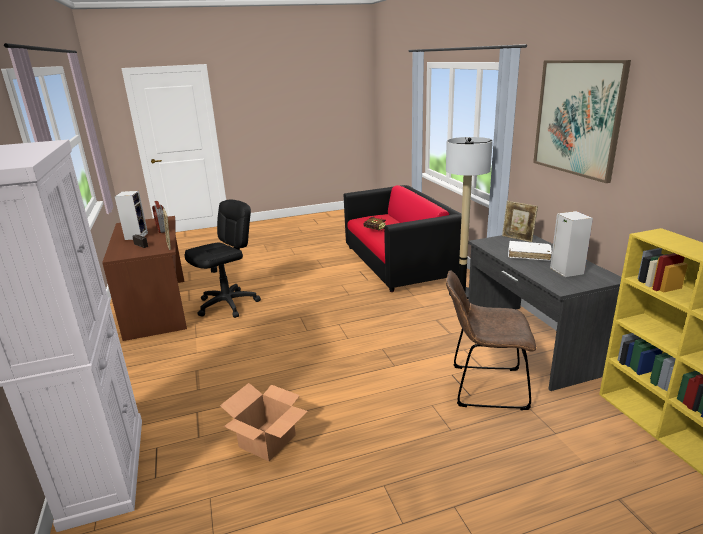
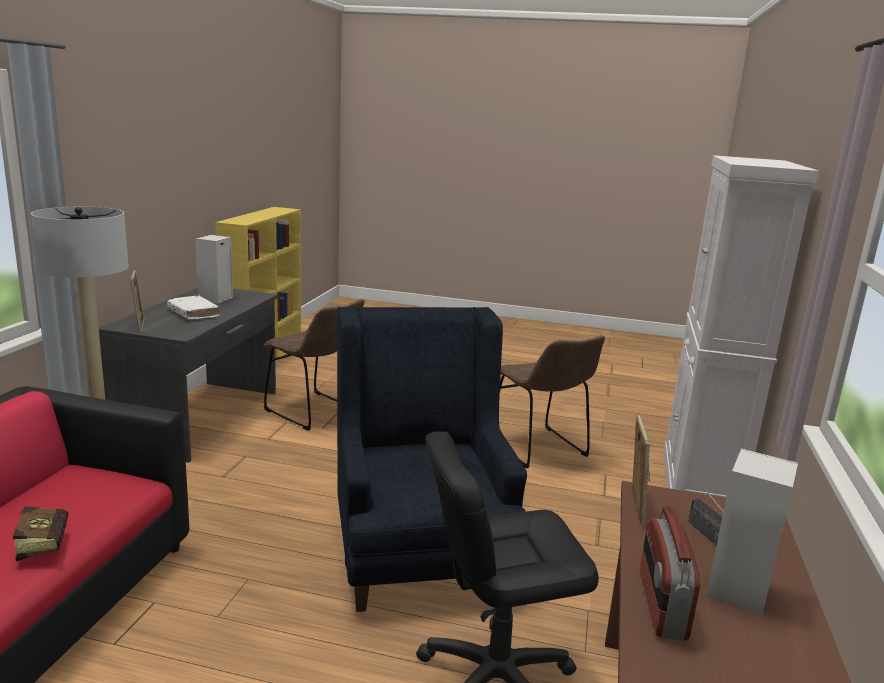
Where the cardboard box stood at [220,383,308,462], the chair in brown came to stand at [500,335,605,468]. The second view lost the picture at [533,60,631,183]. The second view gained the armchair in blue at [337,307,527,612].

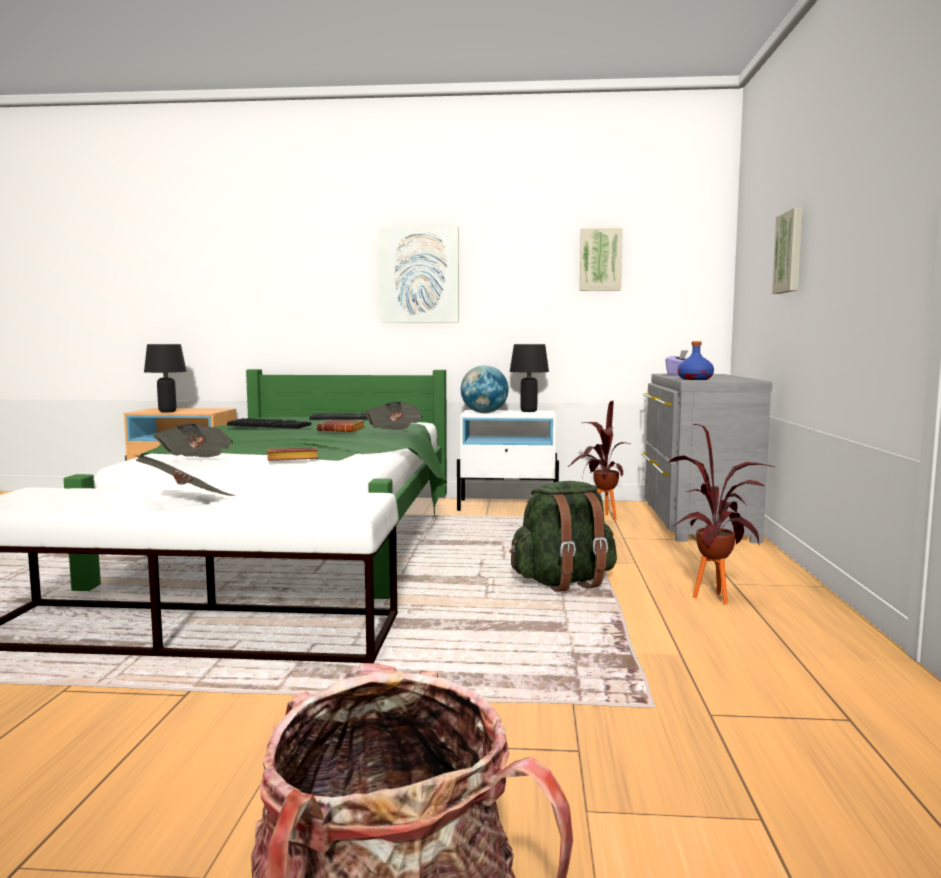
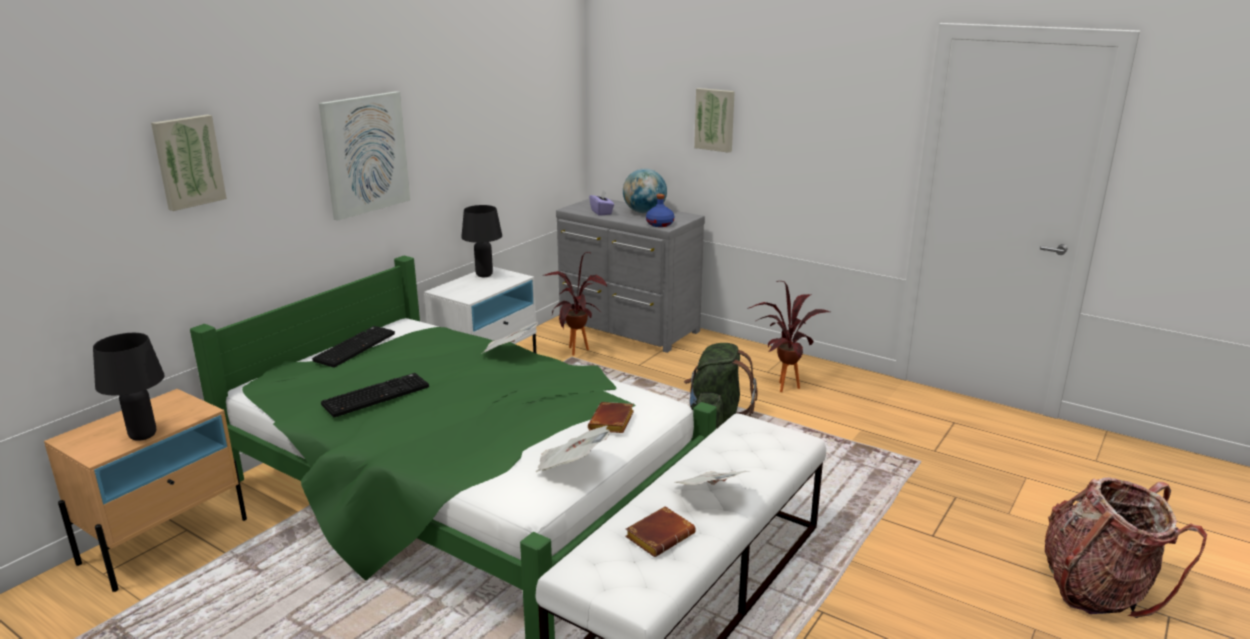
The book in brown ended up elsewhere, having gone from [317,420,365,432] to [625,506,696,557]. The globe ended up elsewhere, having gone from [461,365,509,413] to [623,169,667,213]. The picture ended up elsewhere, having gone from [580,228,623,291] to [151,115,227,211].

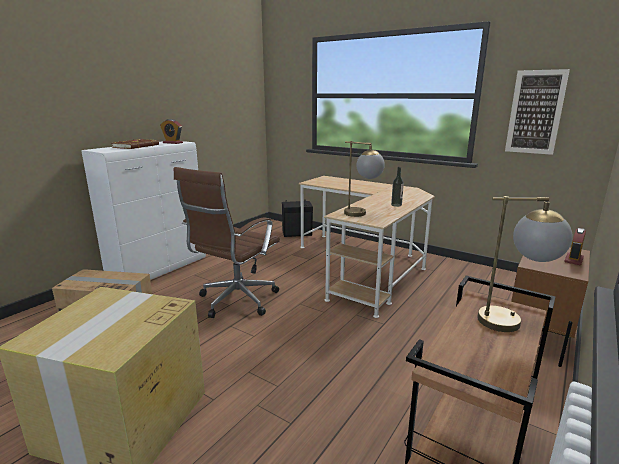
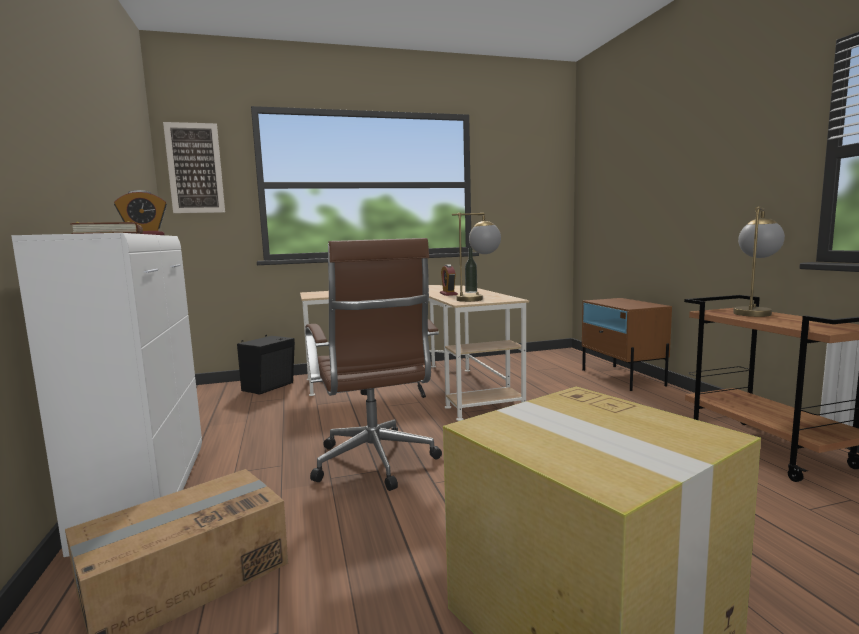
The picture ended up elsewhere, having gone from [505,69,570,155] to [163,122,225,213]. The alarm clock ended up elsewhere, having gone from [564,228,586,265] to [440,264,458,296].

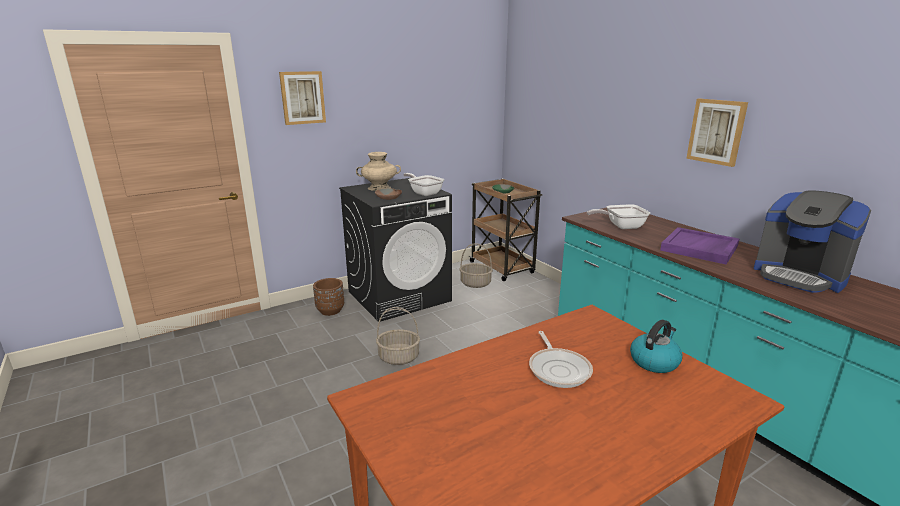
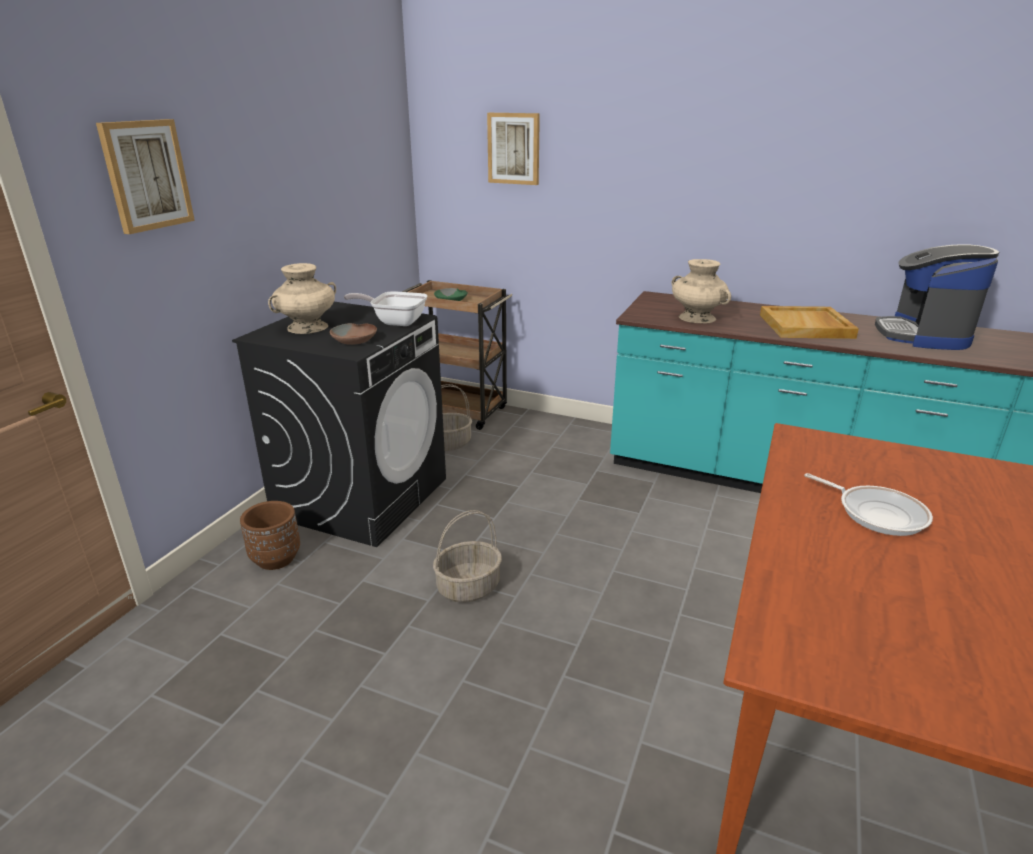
Where the frying pan stood at [587,204,650,229], the vase in beige came to stand at [671,259,731,323]. The second view lost the kettle at [630,320,682,373]. What was the tray in purple at [660,227,739,264] turned into the tray in beige at [760,306,859,339]. The picture ended up elsewhere, having gone from [686,99,748,167] to [487,113,540,185]. The coffee machine at [754,191,871,293] ended up facing another way, 90 degrees clockwise from before.

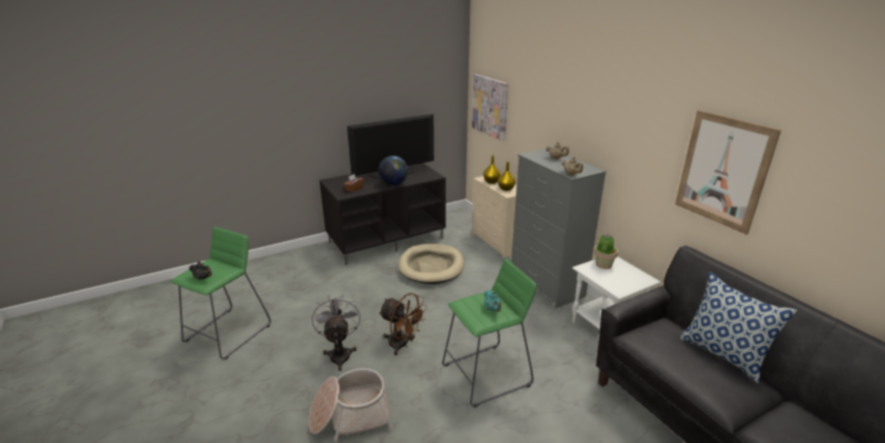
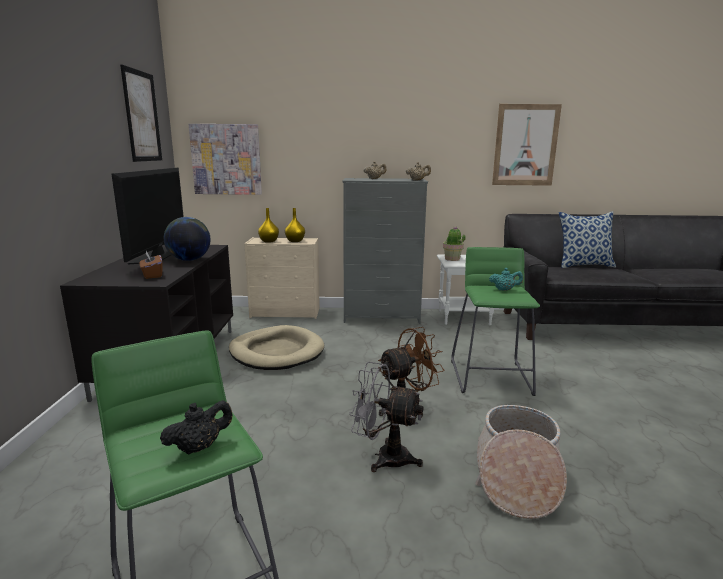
The second view gained the picture at [120,64,162,162].

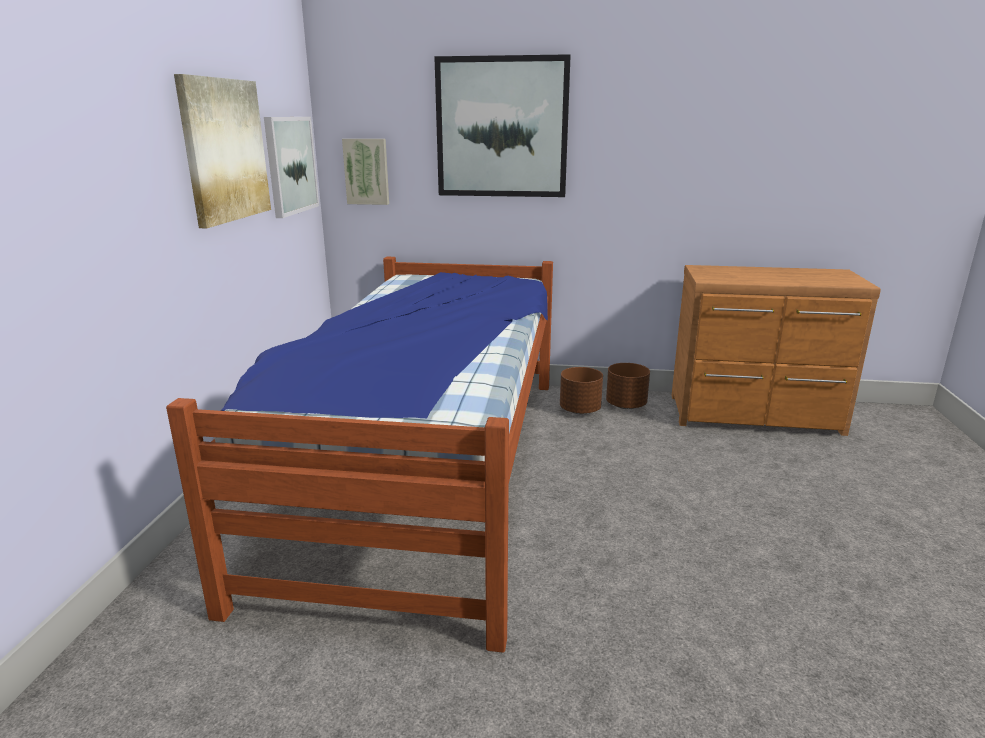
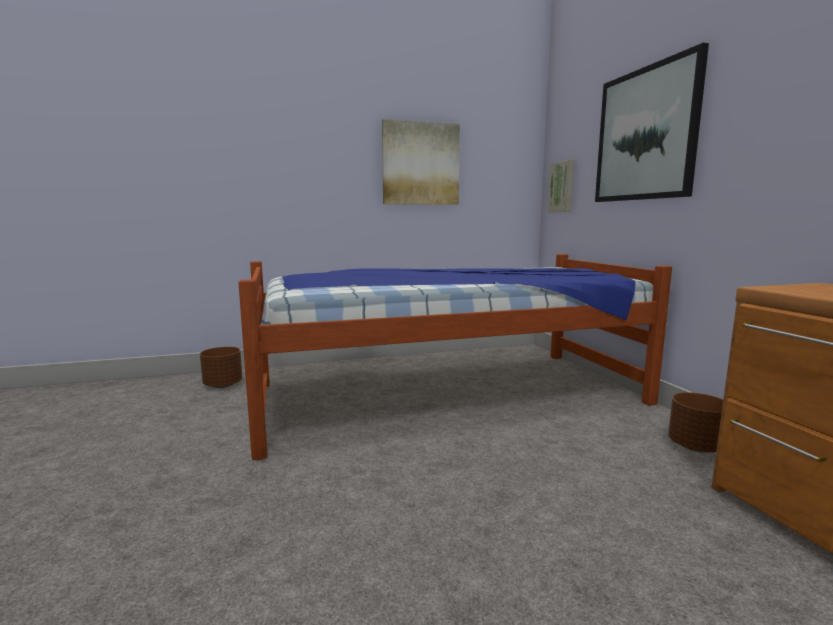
The second view lost the picture at [264,117,319,218]. The planter in brown ended up elsewhere, having gone from [560,367,603,414] to [200,347,242,388].

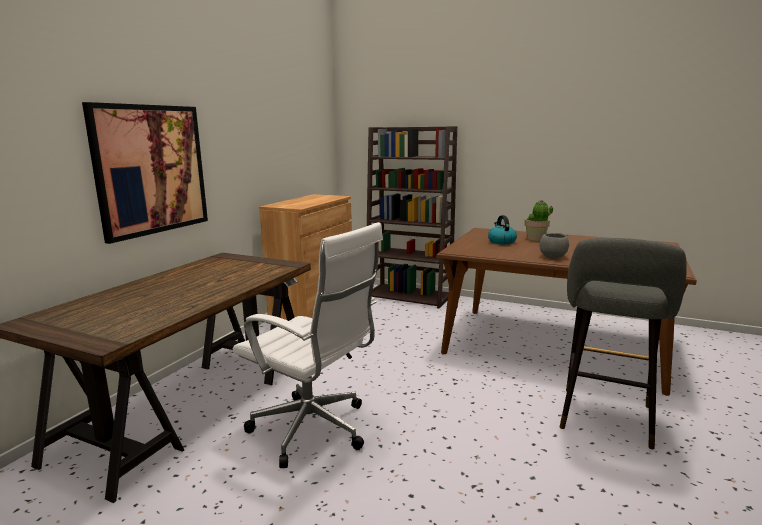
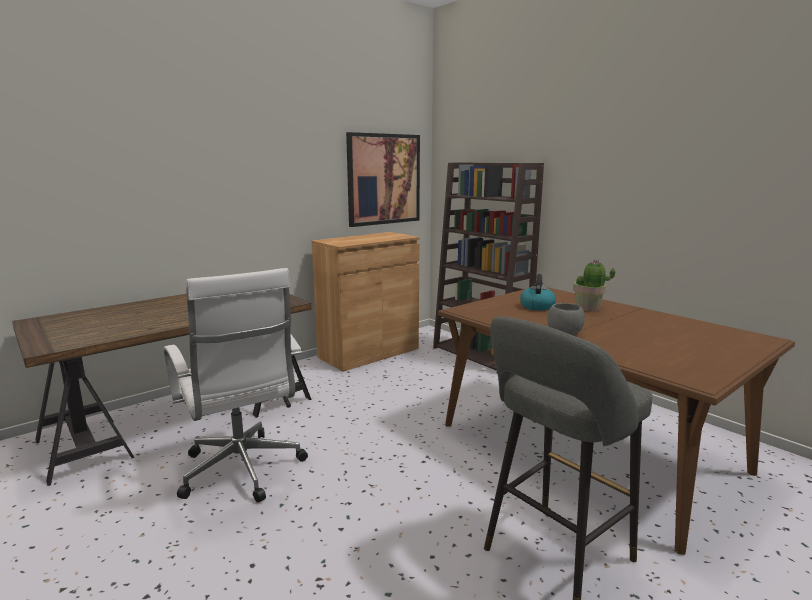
The picture ended up elsewhere, having gone from [82,102,208,244] to [346,132,420,227].

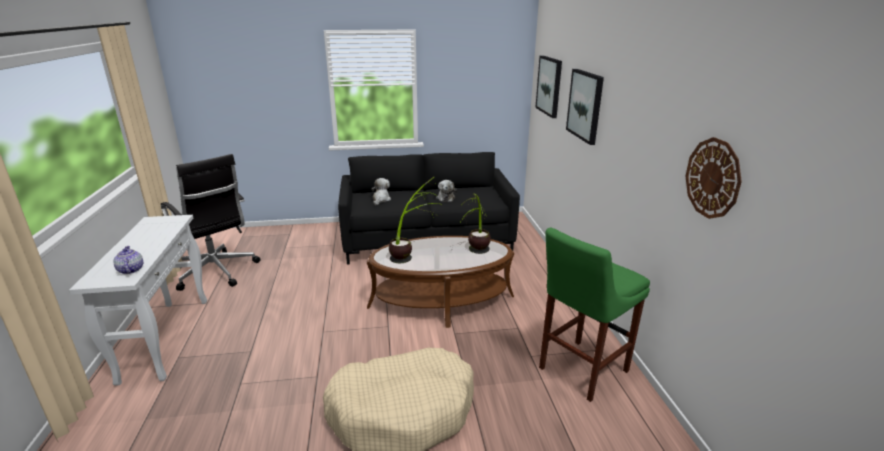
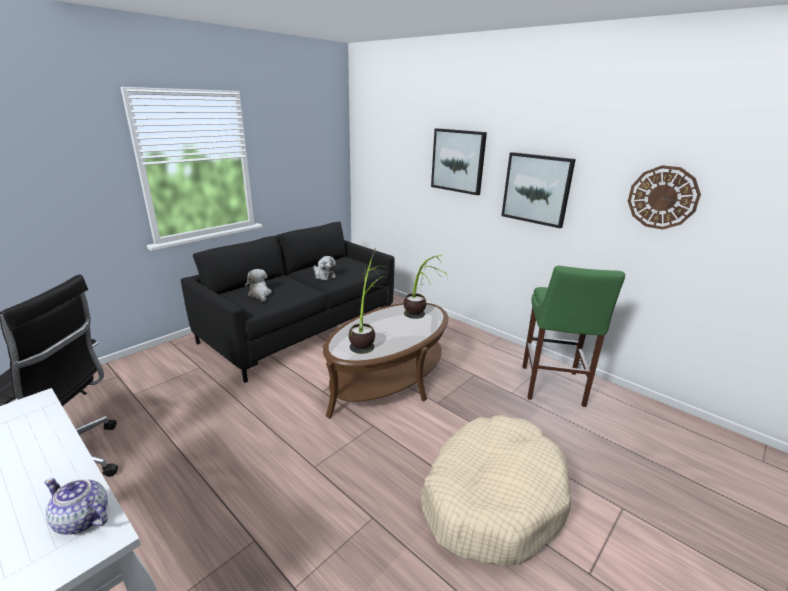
The picture ended up elsewhere, having gone from [535,55,562,118] to [501,152,576,228].

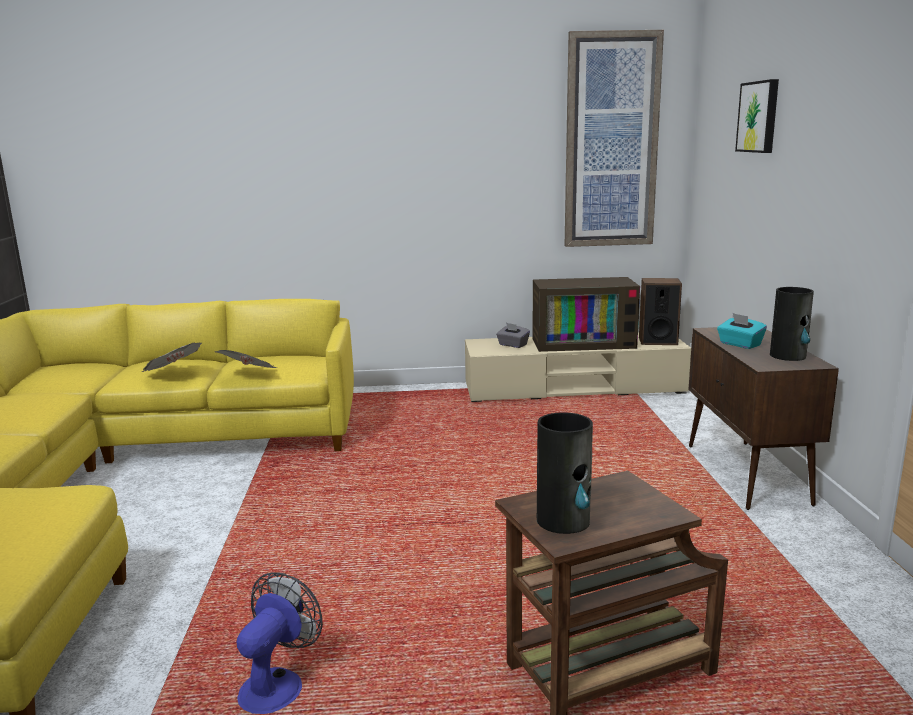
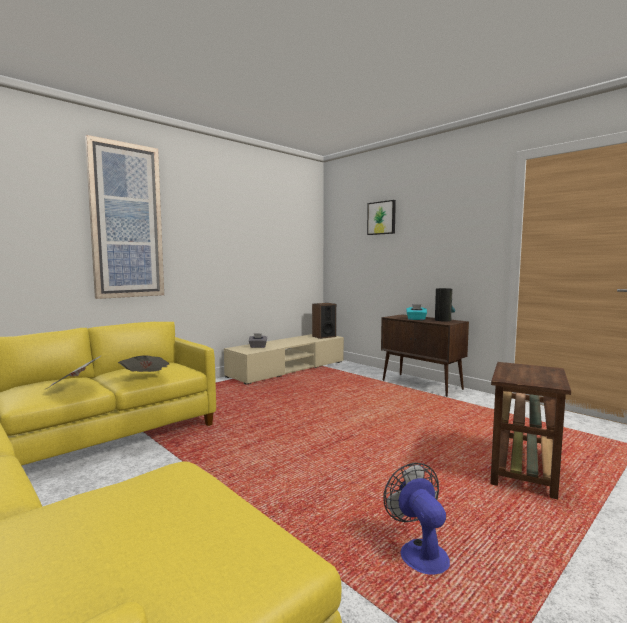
The second view lost the television at [532,277,640,352]. The second view lost the vase at [537,412,593,534]. The picture ended up elsewhere, having gone from [565,30,664,247] to [85,135,164,299].

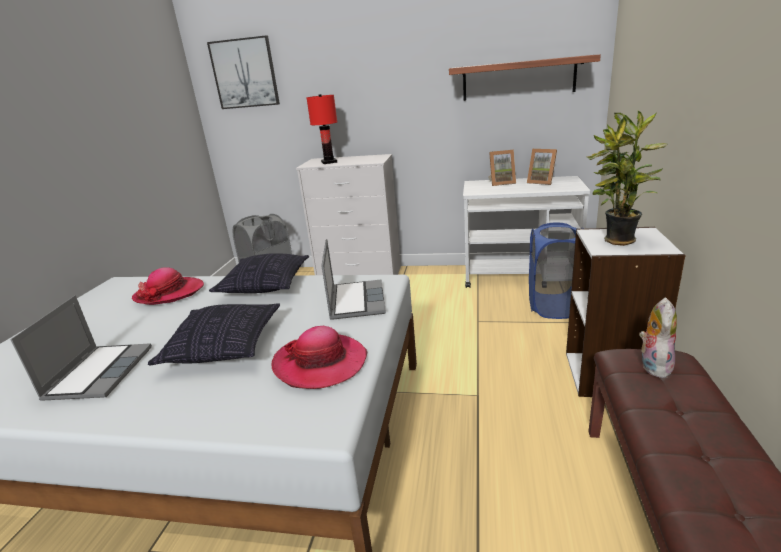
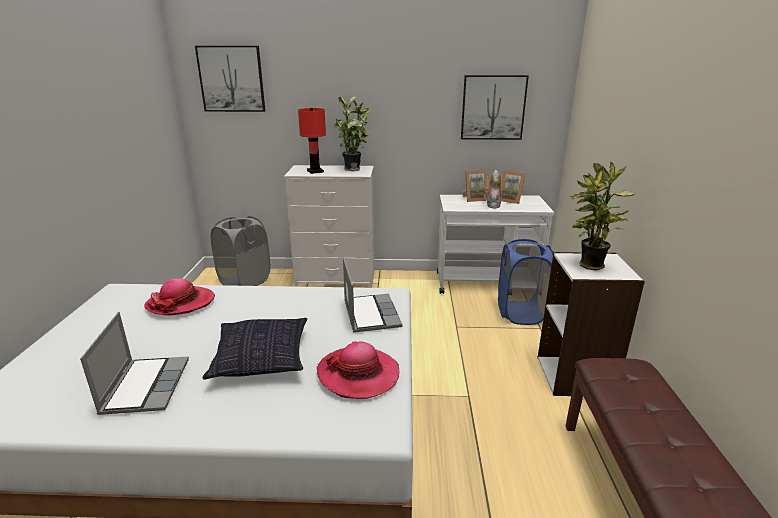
The second view lost the pillow at [209,253,309,293]. Where the shelf hung at [449,55,601,101], the picture came to hang at [461,75,529,140]. The plush toy ended up elsewhere, having gone from [639,297,677,378] to [485,170,501,209]. The second view gained the potted plant at [334,96,371,171].

